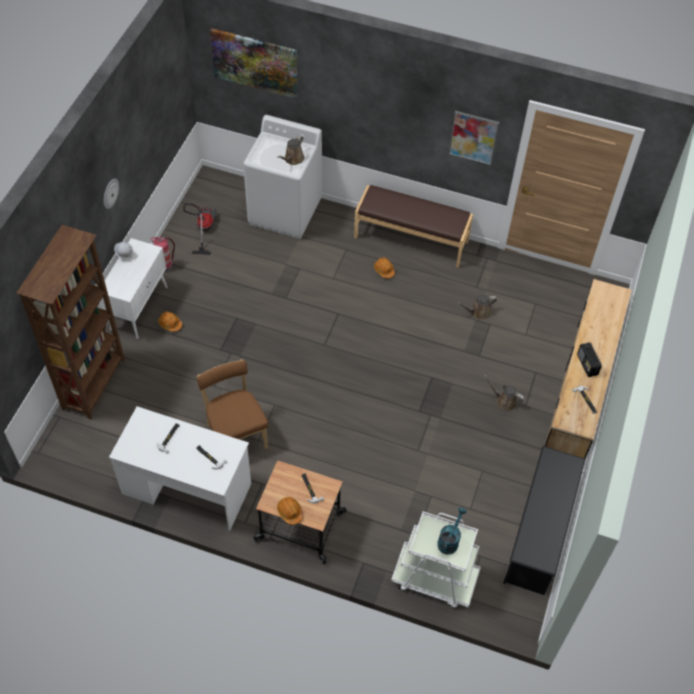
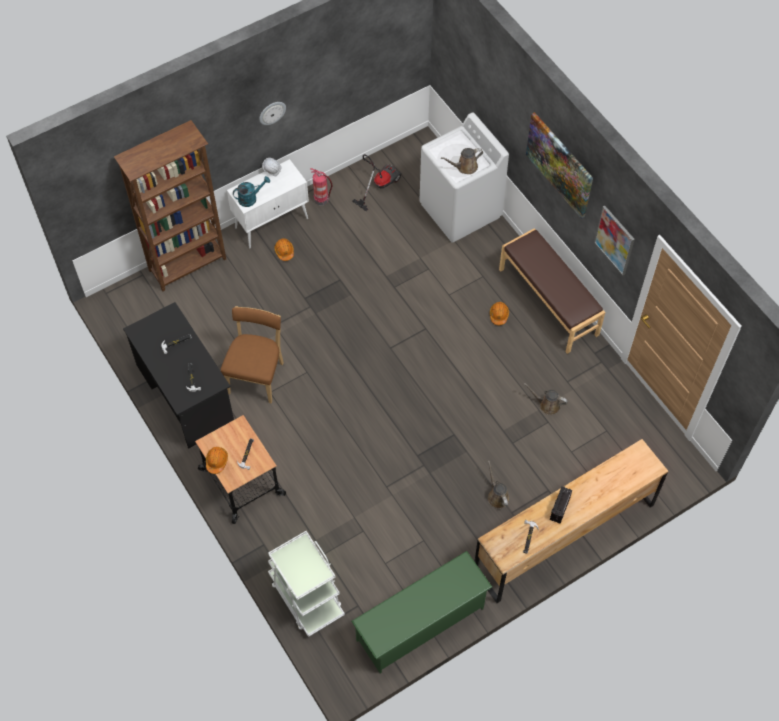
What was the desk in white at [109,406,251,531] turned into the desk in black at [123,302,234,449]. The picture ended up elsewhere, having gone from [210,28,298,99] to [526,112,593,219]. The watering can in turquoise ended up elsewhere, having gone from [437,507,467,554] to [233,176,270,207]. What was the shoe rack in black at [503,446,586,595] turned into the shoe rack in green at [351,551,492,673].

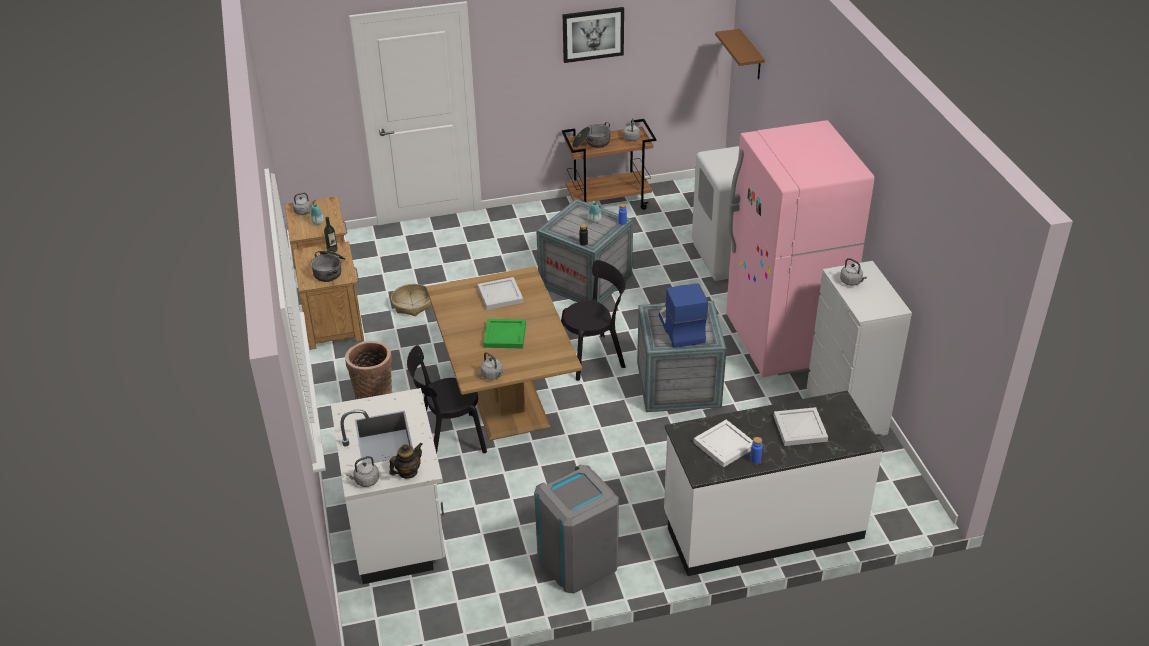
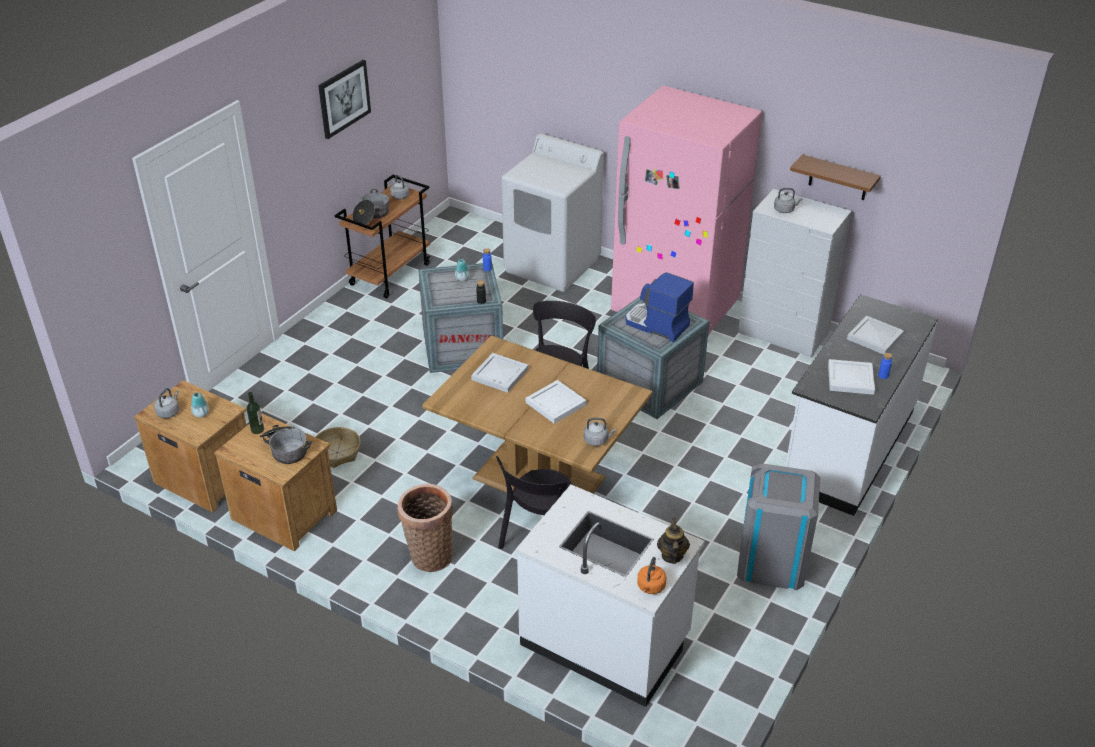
What was the kettle in grey at [346,456,379,487] turned into the kettle in orange at [637,557,667,594]. What was the tray in green at [483,319,526,348] turned into the tray in white at [526,380,586,424]. The shelf in brown ended up elsewhere, having gone from [715,29,765,80] to [790,154,881,200].

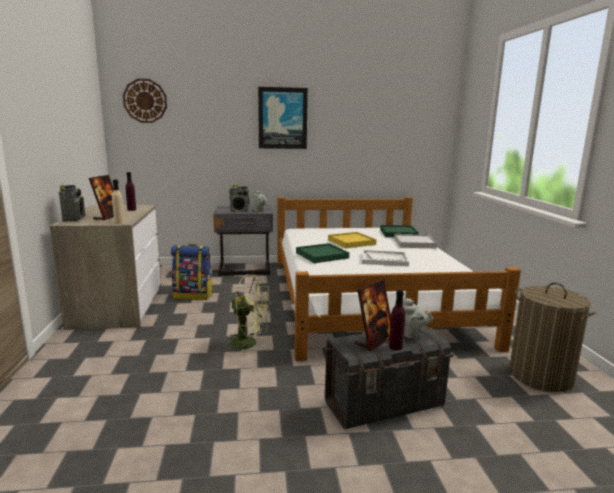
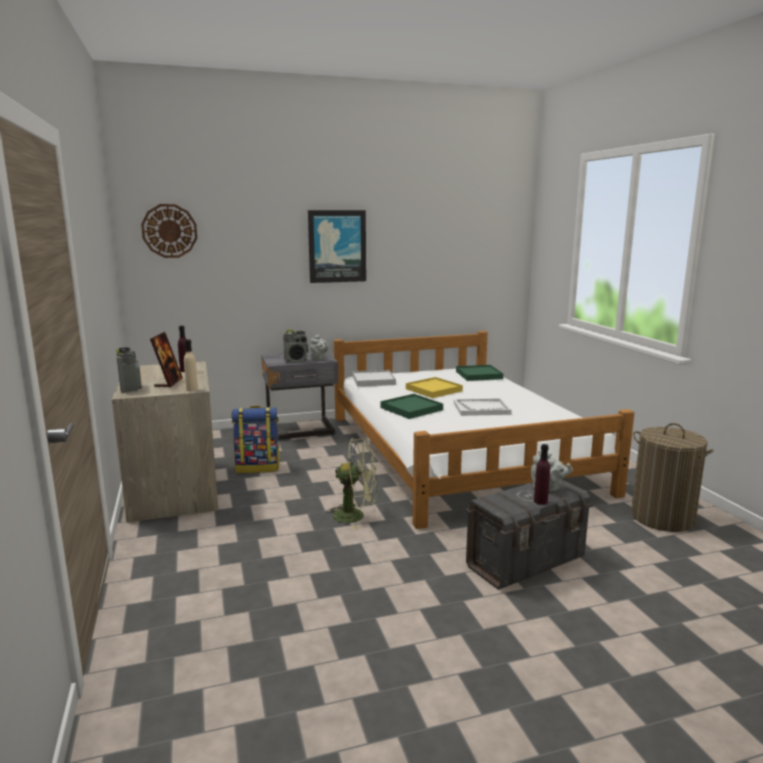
The second view lost the picture frame at [355,280,391,351]. The tray in white ended up elsewhere, having gone from [394,234,437,248] to [353,370,396,387].

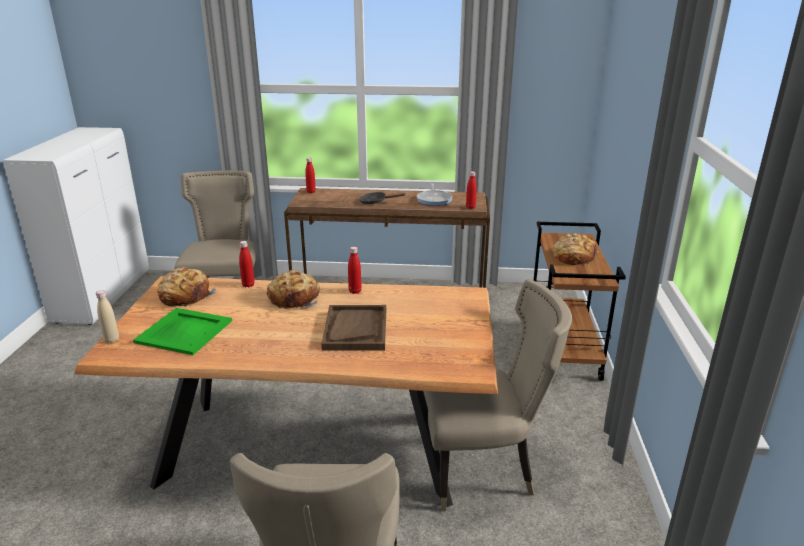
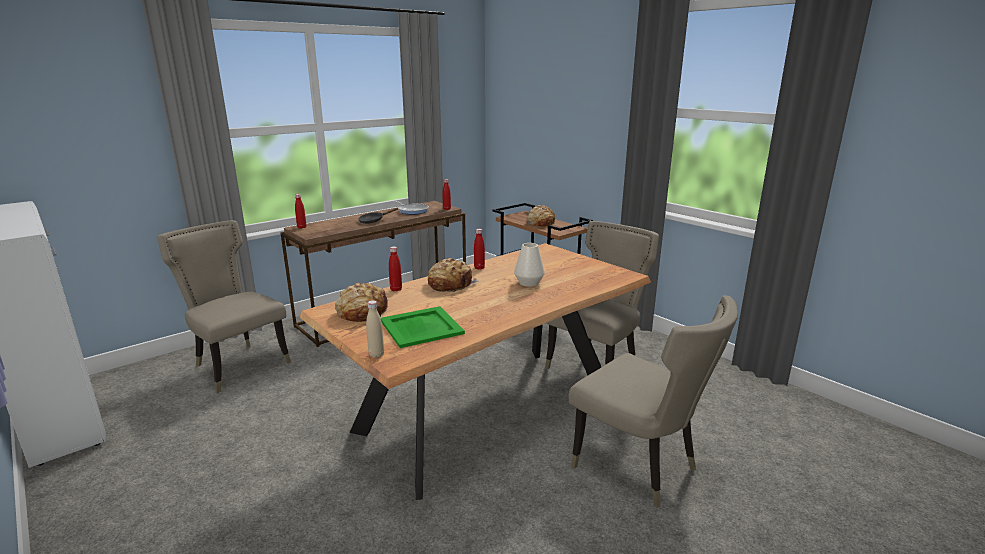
Where the tray in brown stood at [321,305,386,351], the vase in white came to stand at [514,243,545,287].

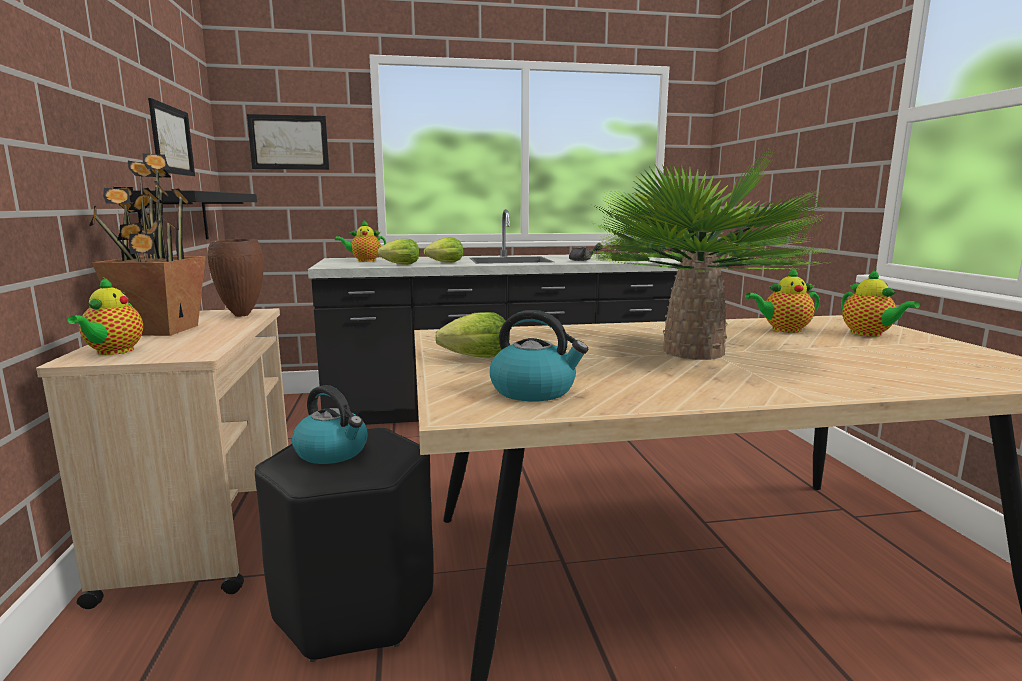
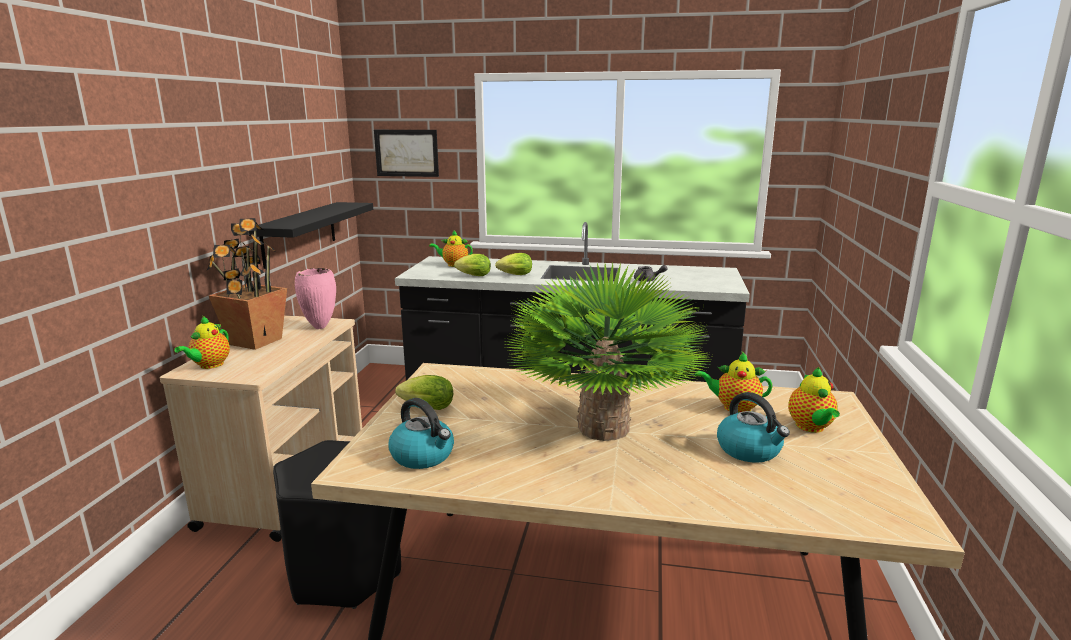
The second view lost the picture at [148,98,195,176]. What was the vase in brown at [208,239,264,317] turned into the vase in pink at [295,268,336,329]. The kettle ended up elsewhere, having gone from [292,385,368,464] to [717,392,790,463].

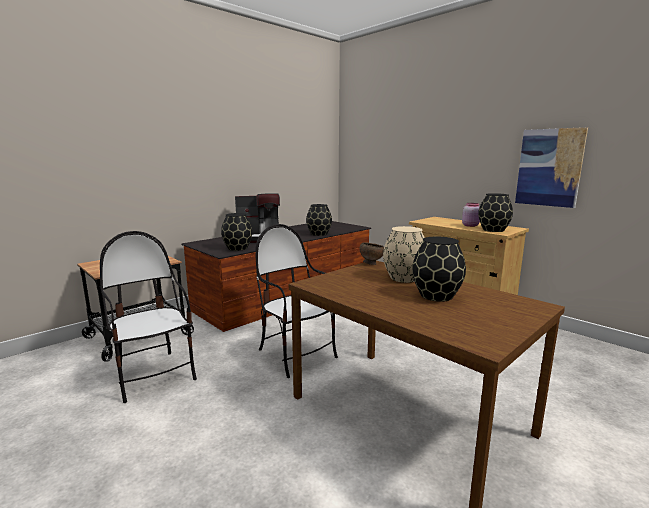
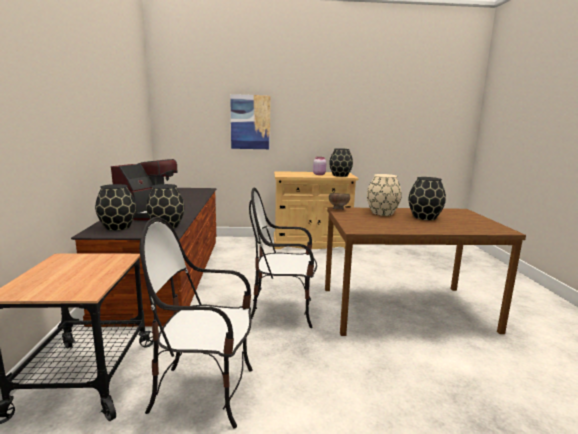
The vase in black ended up elsewhere, having gone from [306,204,332,236] to [95,184,136,231]. The picture ended up elsewhere, having gone from [515,127,588,208] to [230,94,271,149].

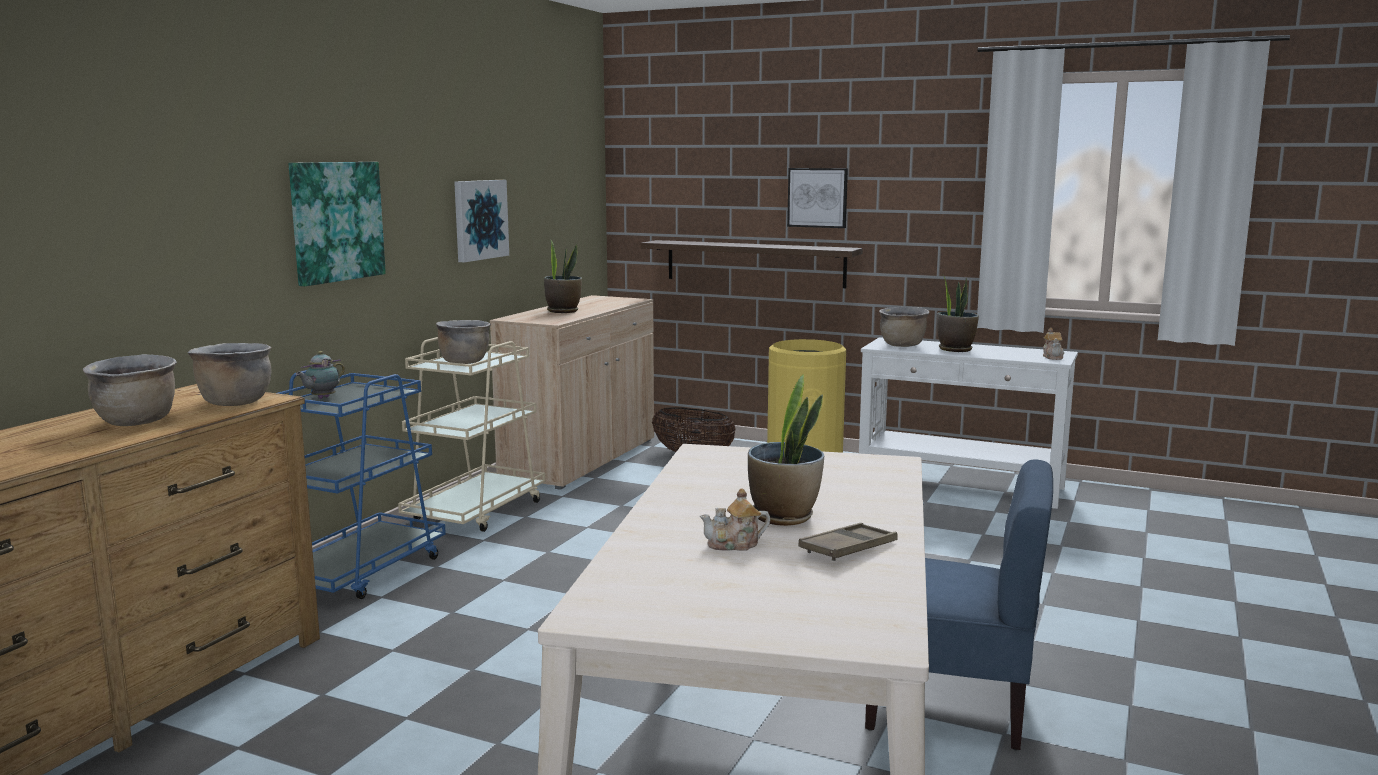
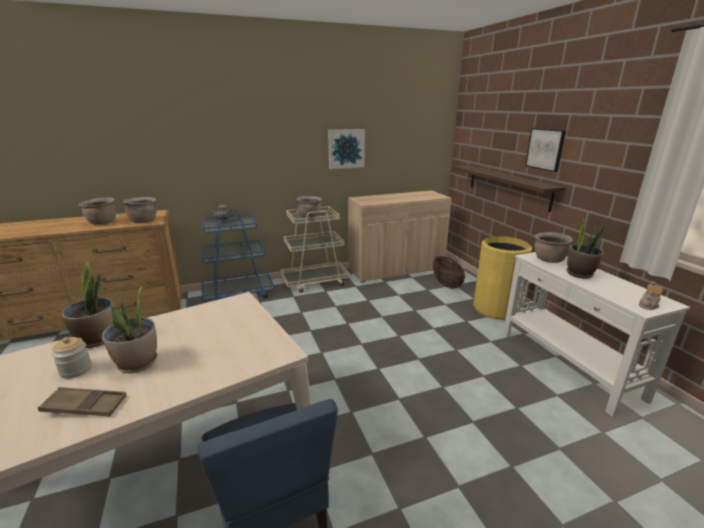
The second view lost the picture at [289,162,386,286]. The potted plant ended up elsewhere, having gone from [544,241,582,313] to [62,262,113,348]. Where the teapot stood at [700,488,770,551], the jar came to stand at [51,337,92,379].

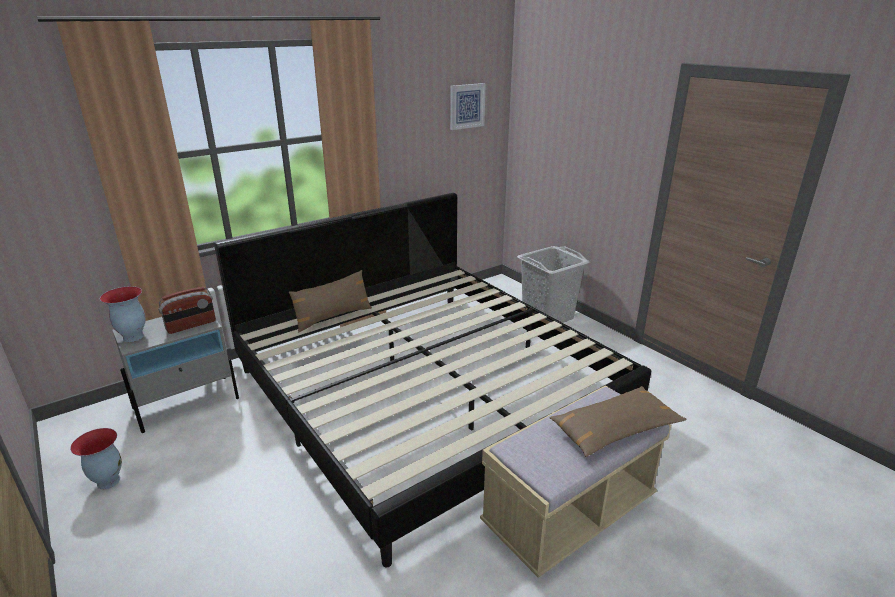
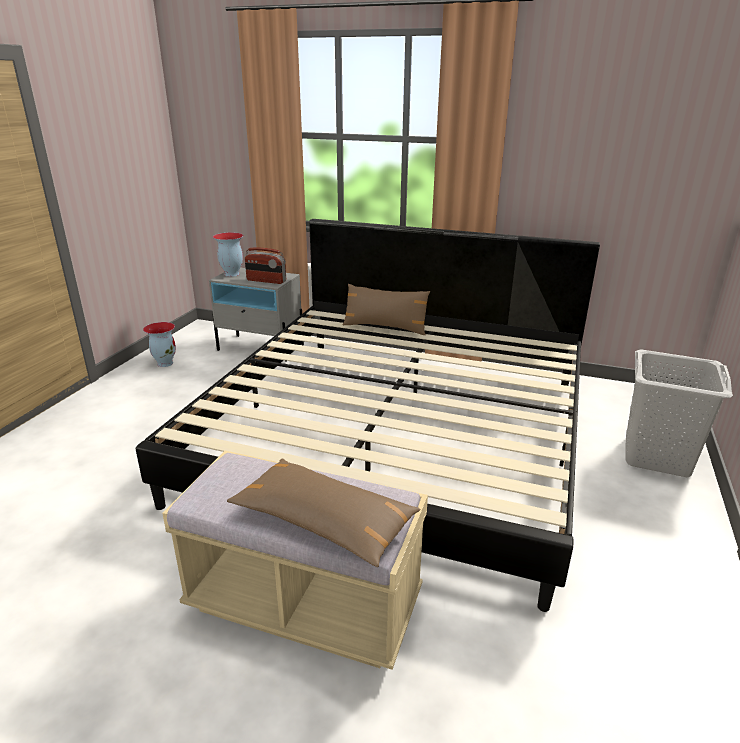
The second view lost the picture at [450,83,486,130].

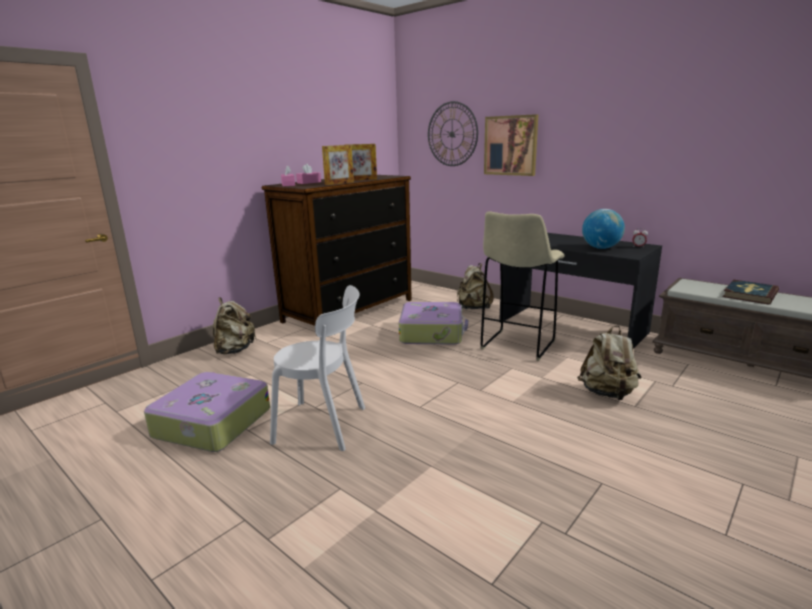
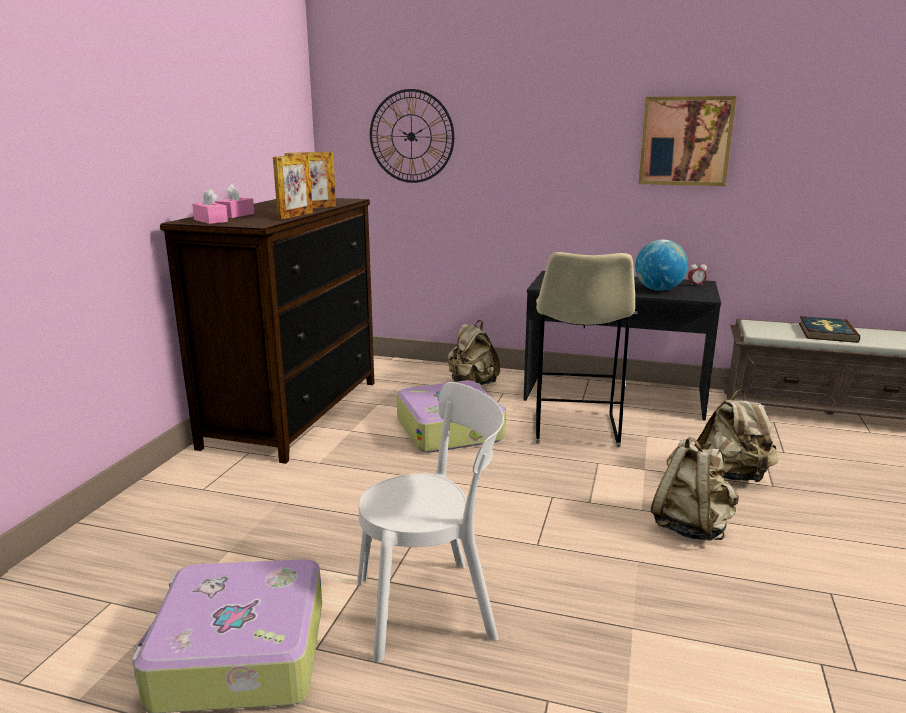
The backpack in beige ended up elsewhere, having gone from [213,297,256,354] to [651,436,739,541]. The picture ended up elsewhere, having gone from [484,114,538,176] to [639,96,737,186].

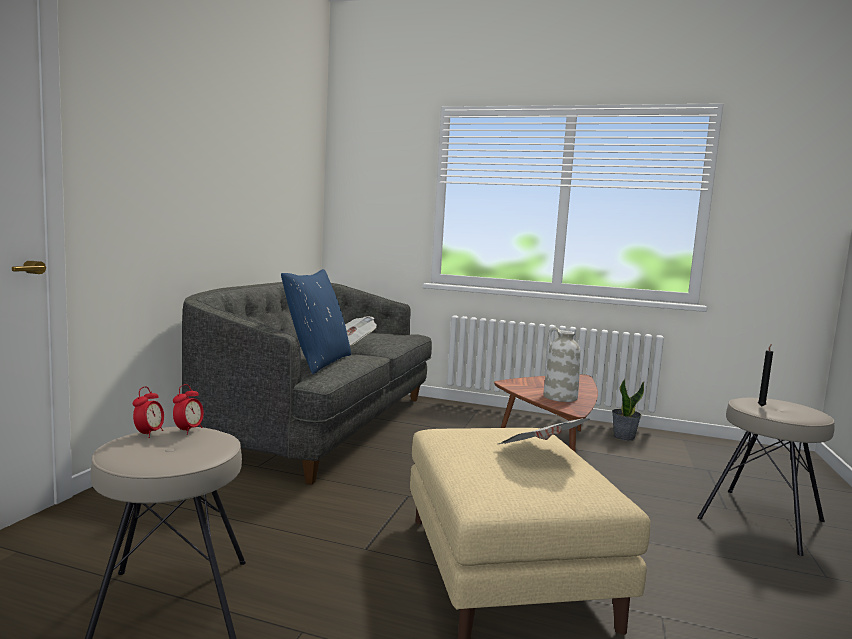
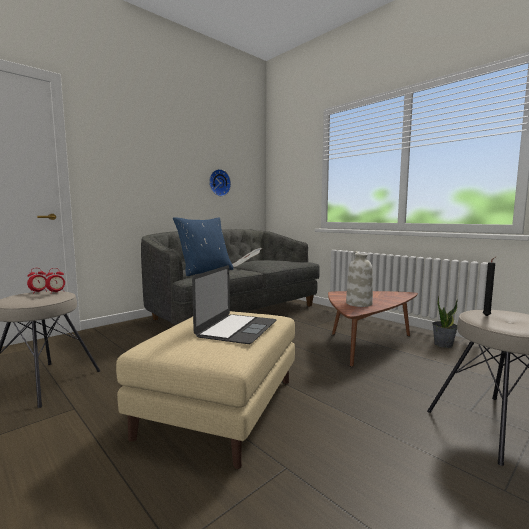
Where the newspaper stood at [499,418,590,444], the laptop came to stand at [192,265,276,344]. The second view gained the wall clock at [209,169,231,196].

